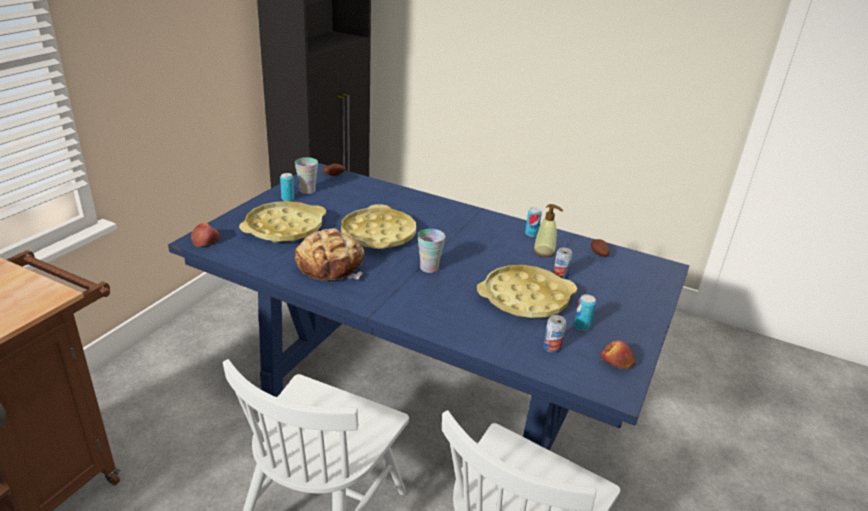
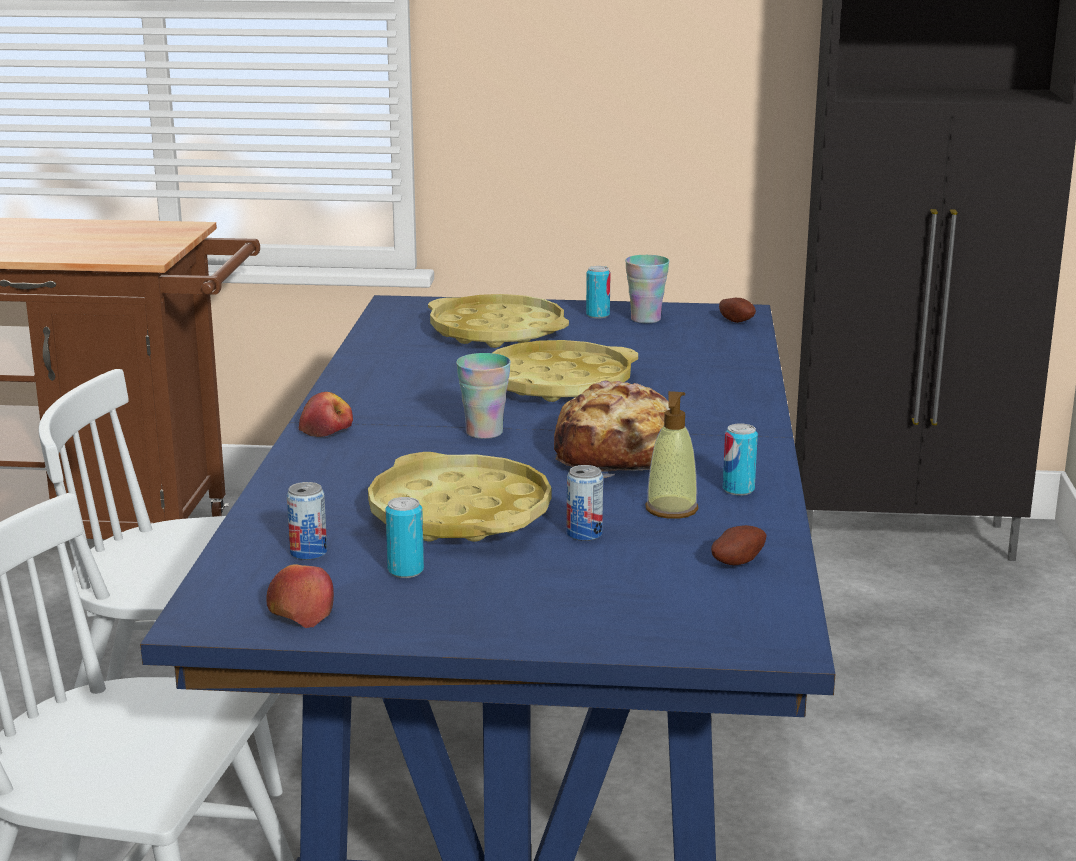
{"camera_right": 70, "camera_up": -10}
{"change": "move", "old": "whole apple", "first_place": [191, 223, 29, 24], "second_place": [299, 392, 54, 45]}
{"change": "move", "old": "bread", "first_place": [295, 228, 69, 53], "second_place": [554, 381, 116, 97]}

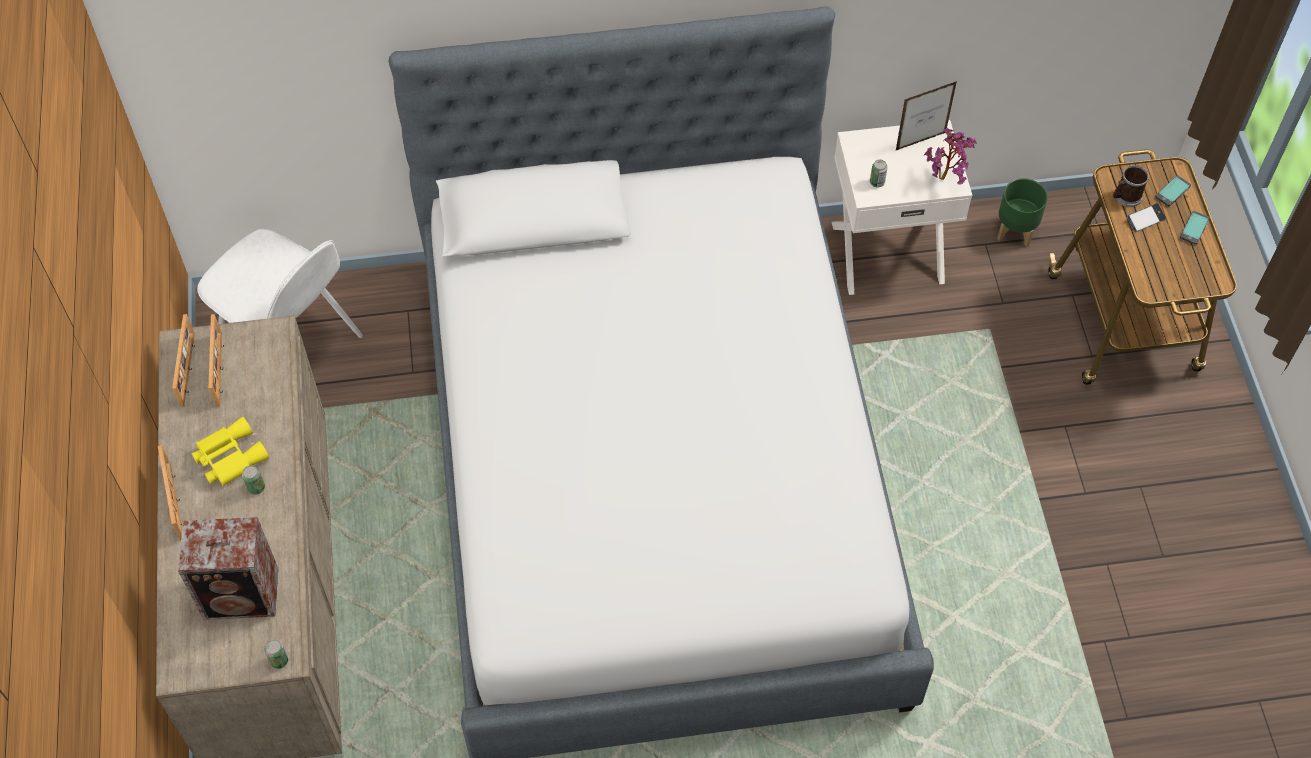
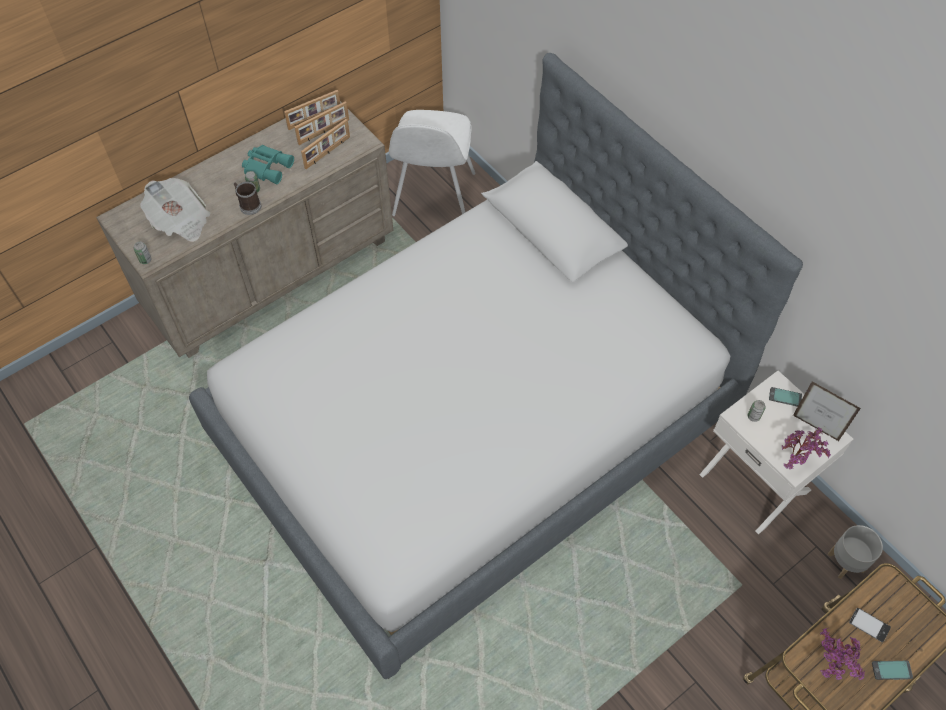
{"camera_right": 60, "camera_up": 0}
{"change": "insert", "new": "plant in a pot", "second_place": [820, 628, 45, 52]}
{"change": "move", "old": "photo frame", "first_place": [158, 445, 24, 96], "second_place": [301, 119, 49, 50]}
{"change": "move", "old": "tea mug", "first_place": [1113, 165, 36, 42], "second_place": [234, 181, 28, 34]}
{"change": "move", "old": "handset", "first_place": [1155, 175, 36, 31], "second_place": [769, 387, 33, 20]}
{"change": "replace", "old": "loudspeaker", "new": "newspaper", "first_place": [178, 517, 100, 103], "second_place": [140, 178, 70, 64]}
{"change": "recolor", "old": "yellow-coloured binoculars", "new": "turquoise binoculars", "first_place": [192, 417, 77, 70], "second_place": [242, 145, 52, 39]}
{"change": "recolor", "old": "green-coloured flower pot", "new": "grey flower pot", "first_place": [997, 178, 51, 69], "second_place": [828, 525, 55, 54]}

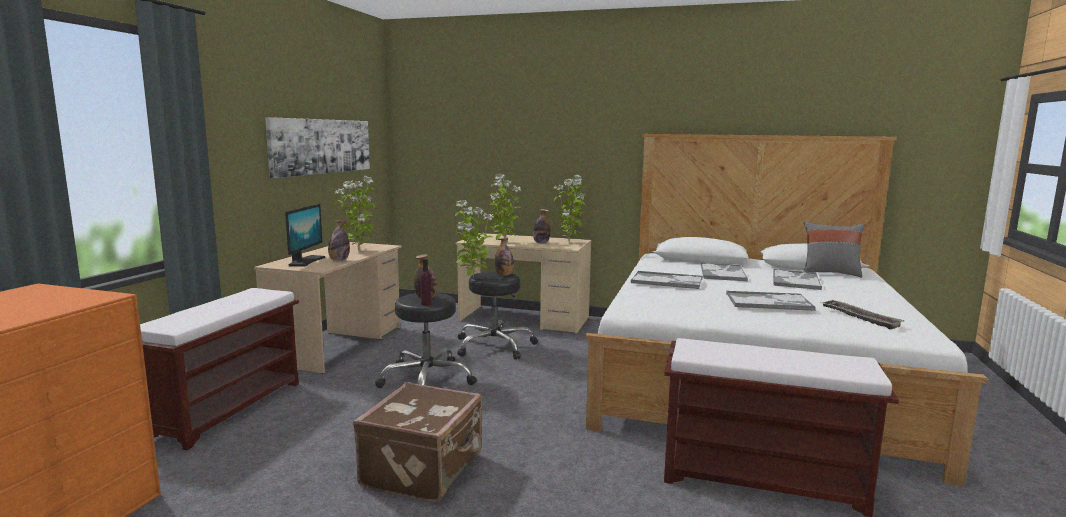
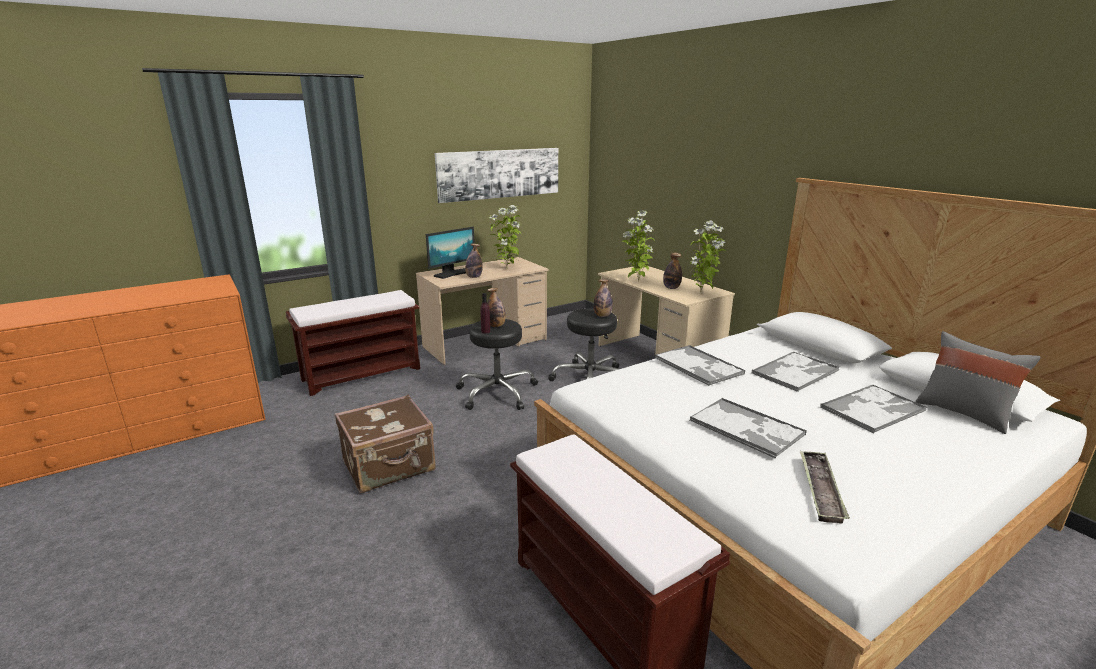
{"camera_right": 40, "camera_up": 10}
{"change": "delete", "old": "plant in a pot", "first_place": [455, 200, 40, 78]}

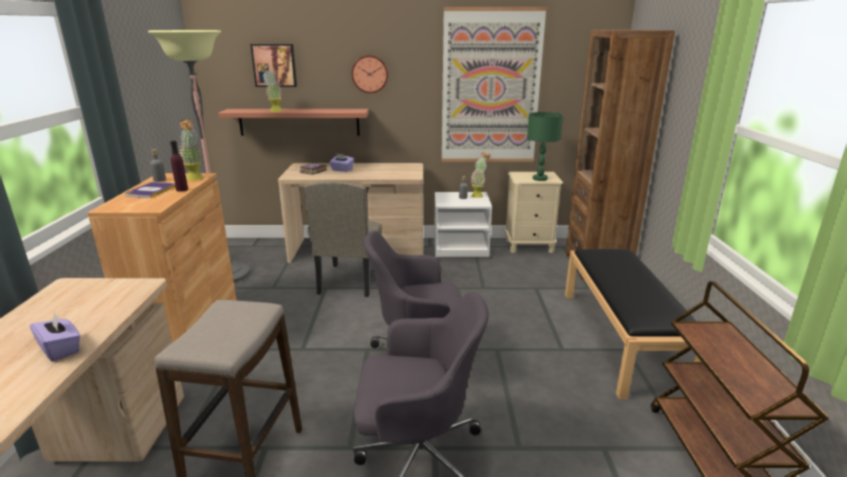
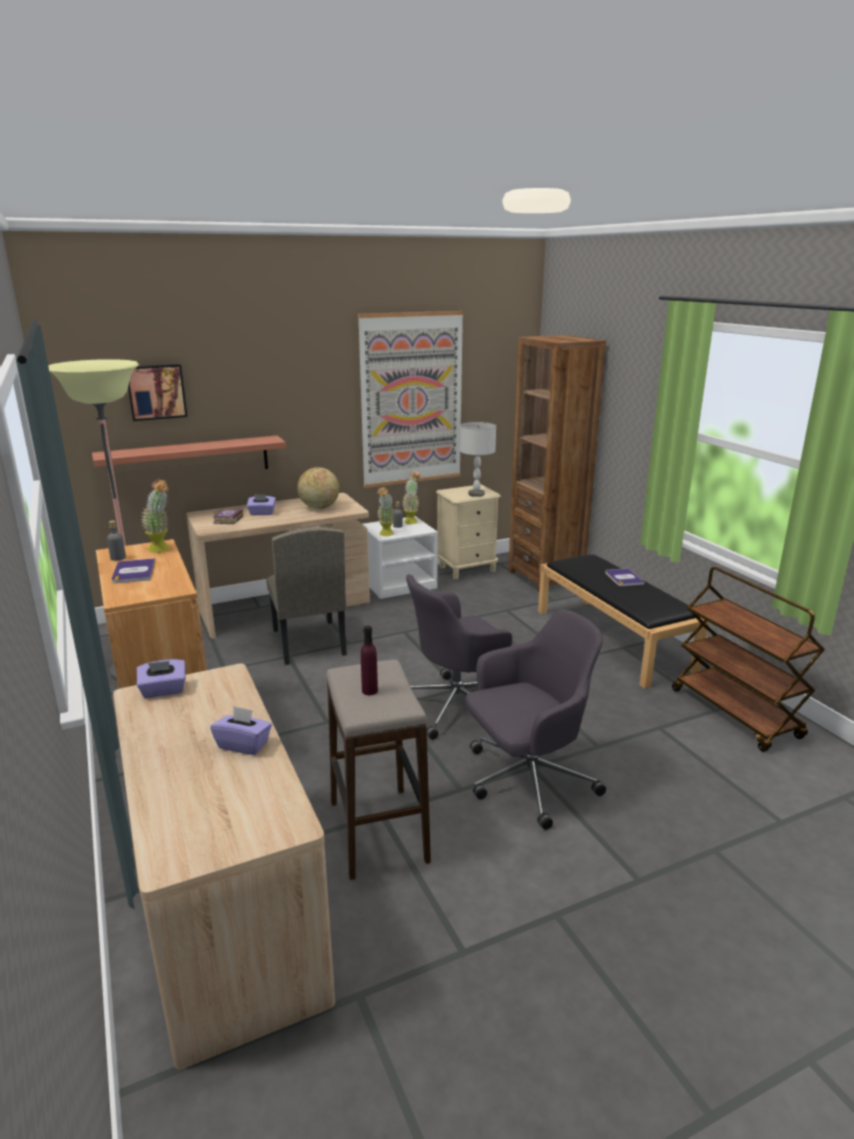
{"camera_right": -25, "camera_up": 0}
{"change": "delete", "old": "clock on the wall", "first_place": [352, 55, 36, 38]}
{"change": "insert", "new": "purplish tissue box", "second_place": [137, 659, 48, 39]}
{"change": "insert", "new": "desk globe", "second_place": [297, 467, 42, 42]}
{"change": "insert", "new": "book", "second_place": [605, 568, 40, 18]}
{"change": "move", "old": "purplish drink bottle", "first_place": [170, 141, 18, 51], "second_place": [361, 626, 17, 69]}
{"change": "move", "old": "plant in a pot", "first_place": [257, 63, 26, 49], "second_place": [377, 486, 18, 50]}
{"change": "recolor", "old": "green-coloured tabletop lamp", "new": "grey tabletop lamp", "first_place": [527, 112, 36, 69], "second_place": [460, 422, 36, 75]}

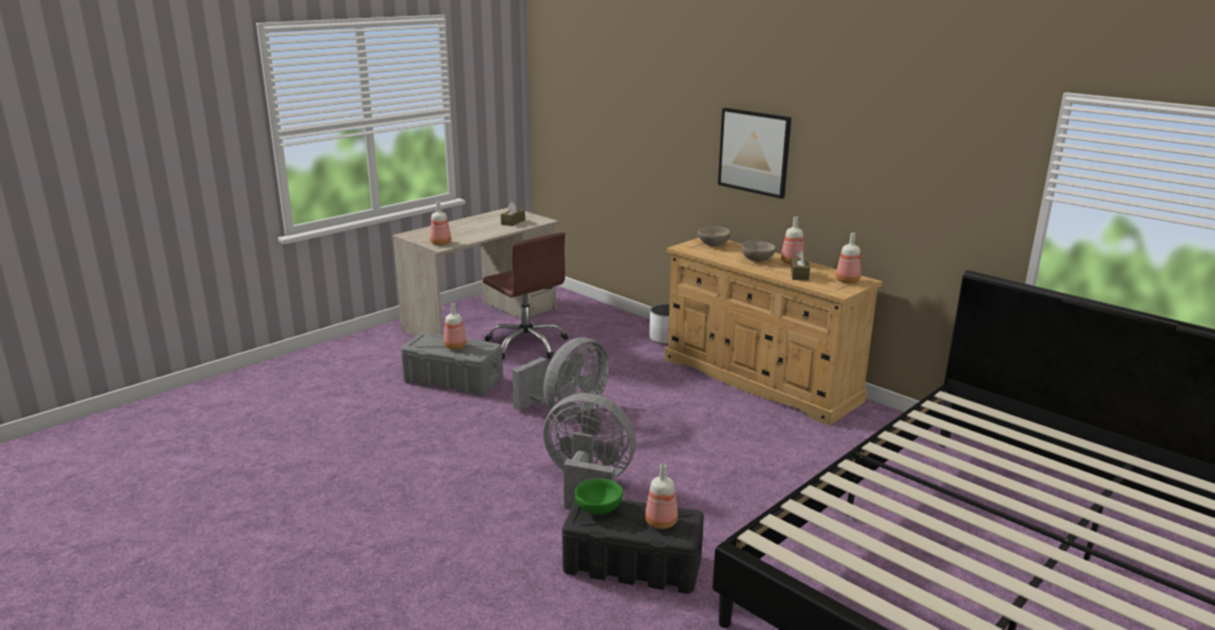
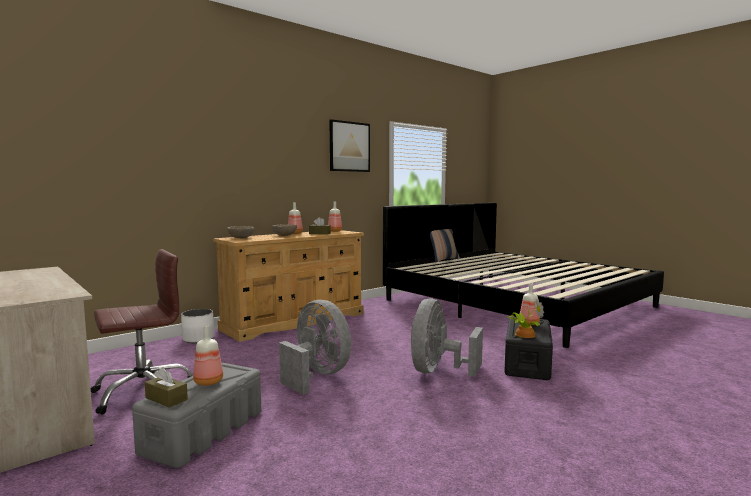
{"camera_right": -85, "camera_up": -15}
{"change": "delete", "old": "drink bottle", "first_place": [430, 202, 21, 44]}
{"change": "insert", "new": "throw pillow", "second_place": [430, 229, 30, 33]}
{"change": "move", "old": "brownish tissue box", "first_place": [501, 202, 24, 24], "second_place": [145, 367, 43, 41]}
{"change": "move", "old": "wall picture", "first_place": [718, 108, 73, 91], "second_place": [329, 119, 41, 53]}
{"change": "replace", "old": "green-coloured serving bowl", "new": "plant in a pot", "first_place": [575, 478, 48, 37], "second_place": [507, 299, 37, 39]}

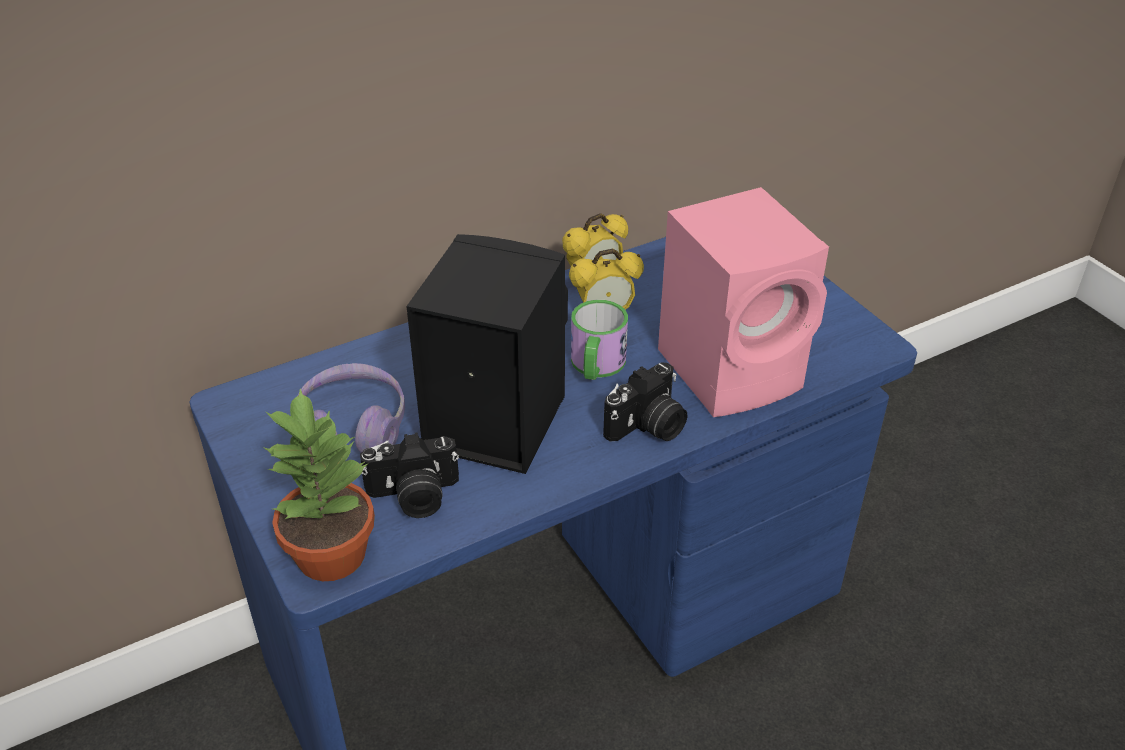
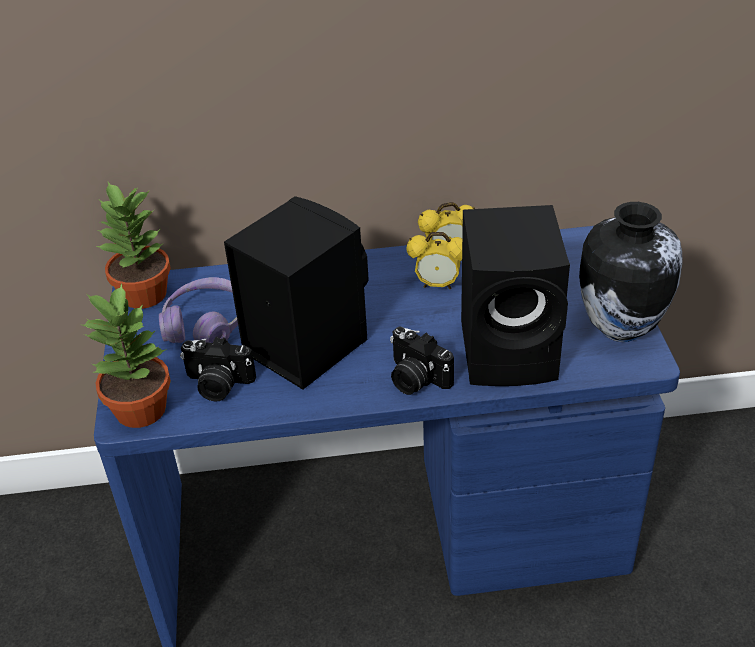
{"camera_right": 25, "camera_up": 0}
{"change": "delete", "old": "tea mug", "first_place": [571, 300, 57, 80]}
{"change": "insert", "new": "plant in a pot", "second_place": [96, 182, 75, 127]}
{"change": "insert", "new": "flower vase", "second_place": [579, 202, 104, 140]}
{"change": "recolor", "old": "pink-coloured loudspeaker", "new": "black-coloured loudspeaker", "first_place": [658, 187, 171, 230], "second_place": [461, 205, 109, 181]}
{"change": "rotate", "old": "still camera", "first_place": [603, 363, 84, 79], "second_place": [390, 327, 64, 68], "degrees": 60}

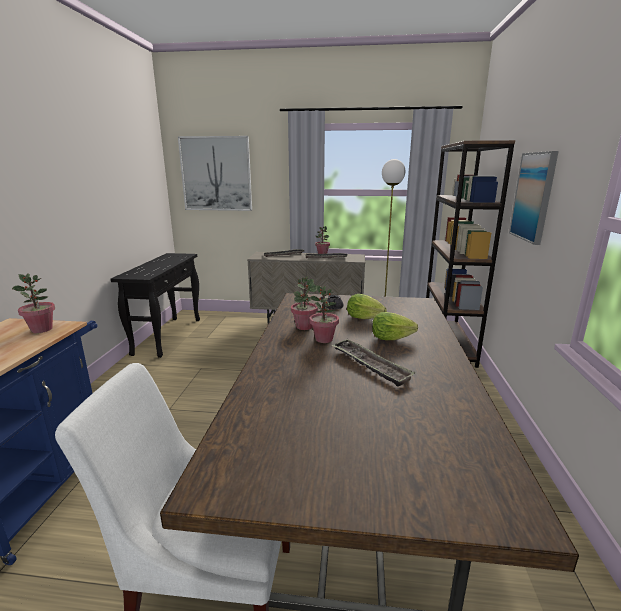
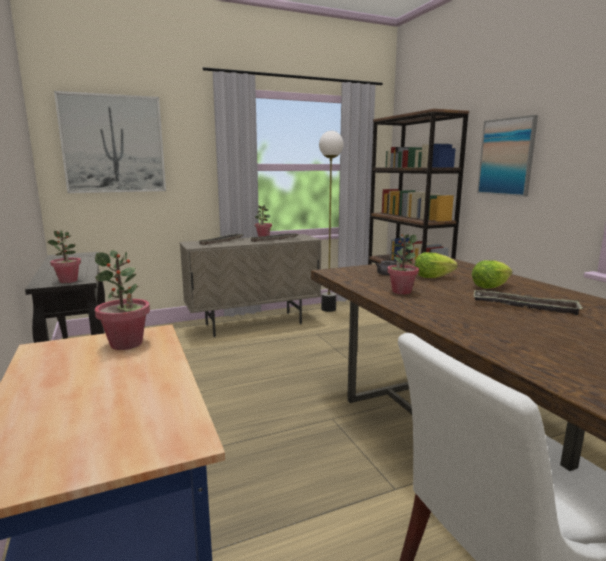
{"camera_right": -30, "camera_up": -5}
{"change": "move", "old": "plant in a pot", "first_place": [309, 285, 30, 58], "second_place": [47, 230, 34, 53]}

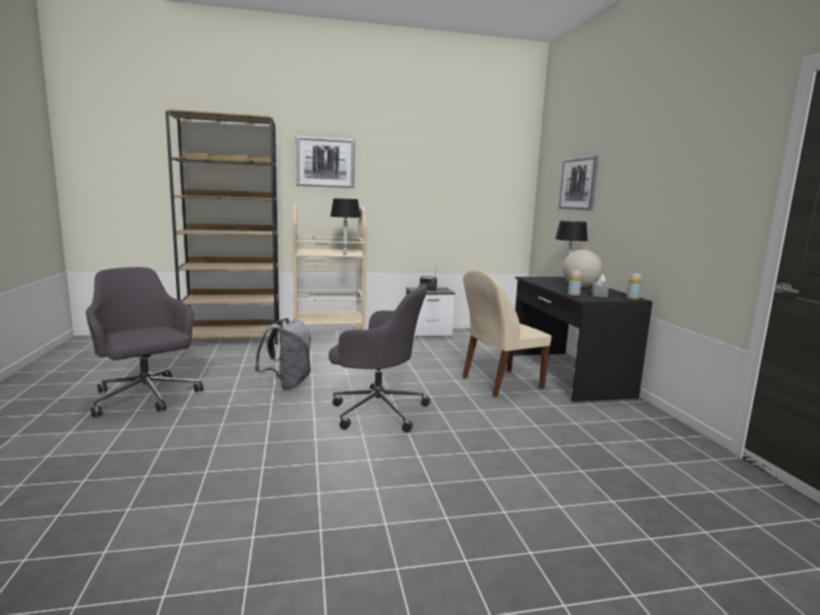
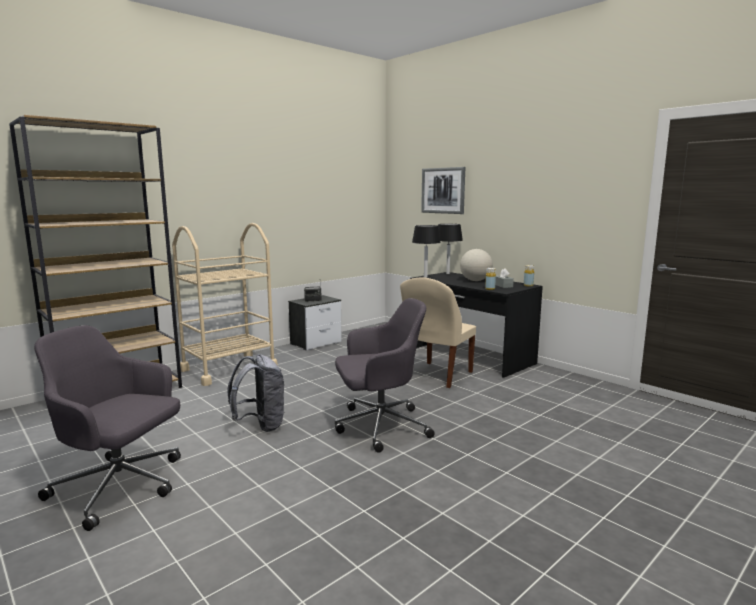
{"camera_right": -30, "camera_up": 0}
{"change": "delete", "old": "wall picture", "first_place": [296, 136, 59, 52]}
{"change": "move", "old": "black-coloured tabletop lamp", "first_place": [330, 198, 31, 57], "second_place": [412, 225, 29, 53]}

